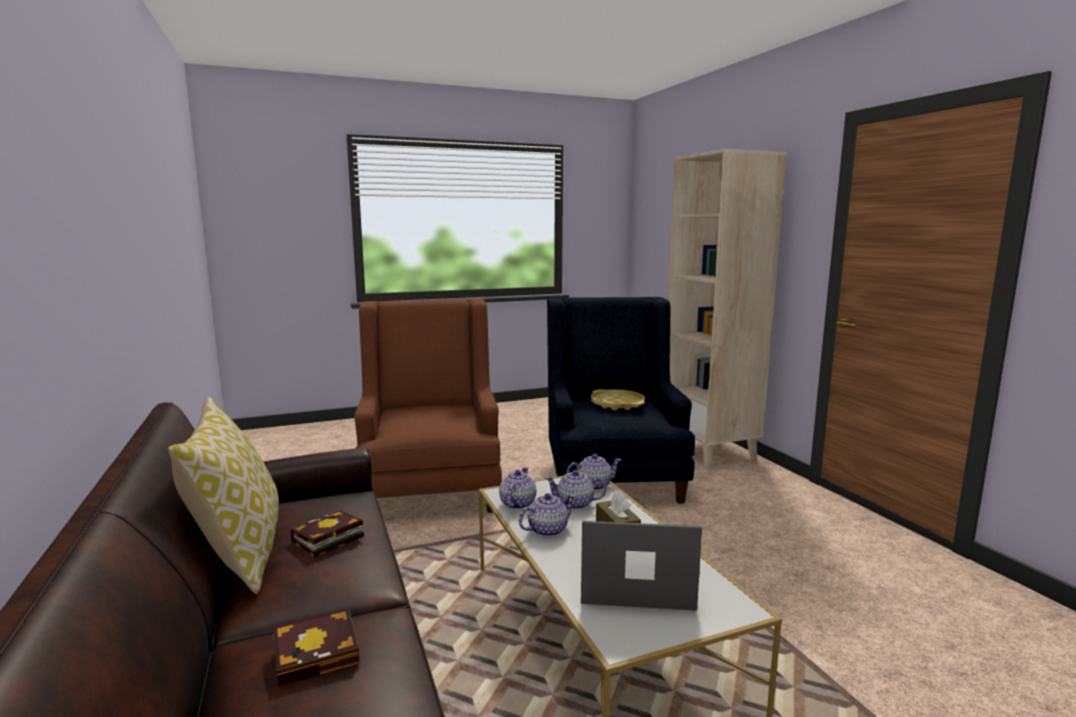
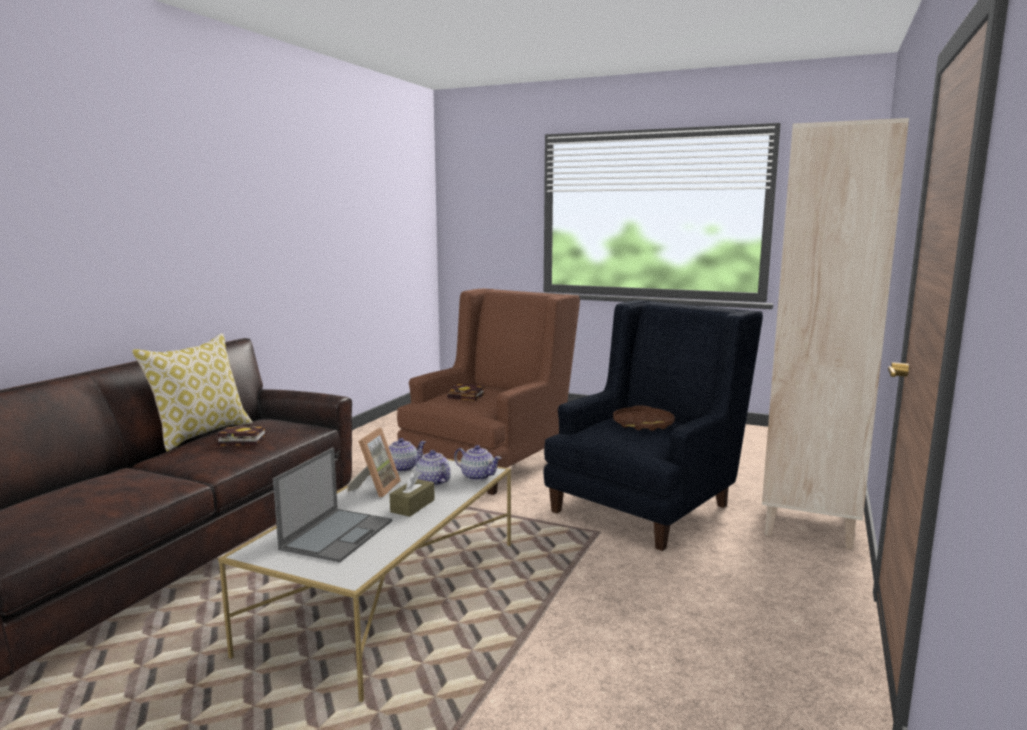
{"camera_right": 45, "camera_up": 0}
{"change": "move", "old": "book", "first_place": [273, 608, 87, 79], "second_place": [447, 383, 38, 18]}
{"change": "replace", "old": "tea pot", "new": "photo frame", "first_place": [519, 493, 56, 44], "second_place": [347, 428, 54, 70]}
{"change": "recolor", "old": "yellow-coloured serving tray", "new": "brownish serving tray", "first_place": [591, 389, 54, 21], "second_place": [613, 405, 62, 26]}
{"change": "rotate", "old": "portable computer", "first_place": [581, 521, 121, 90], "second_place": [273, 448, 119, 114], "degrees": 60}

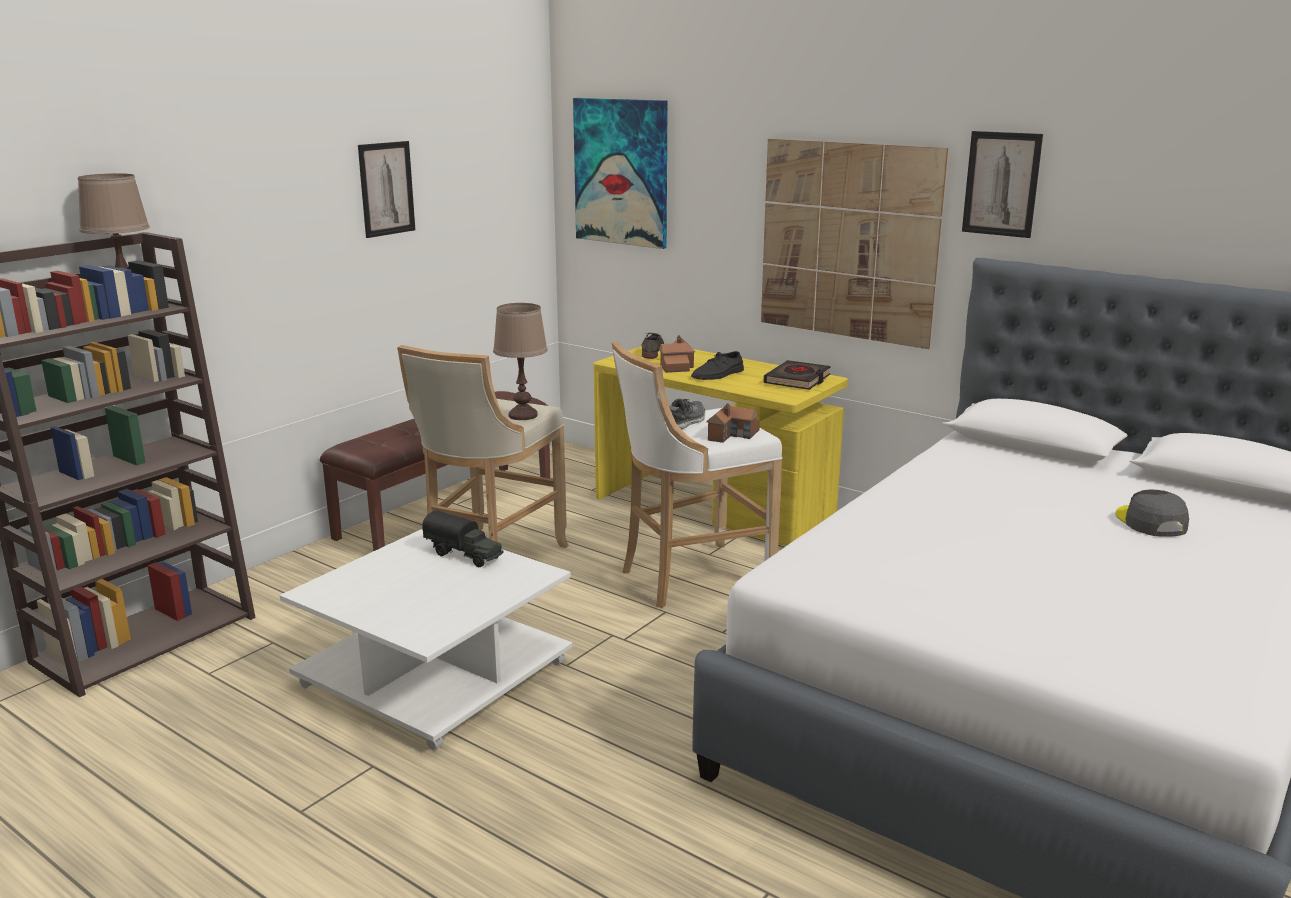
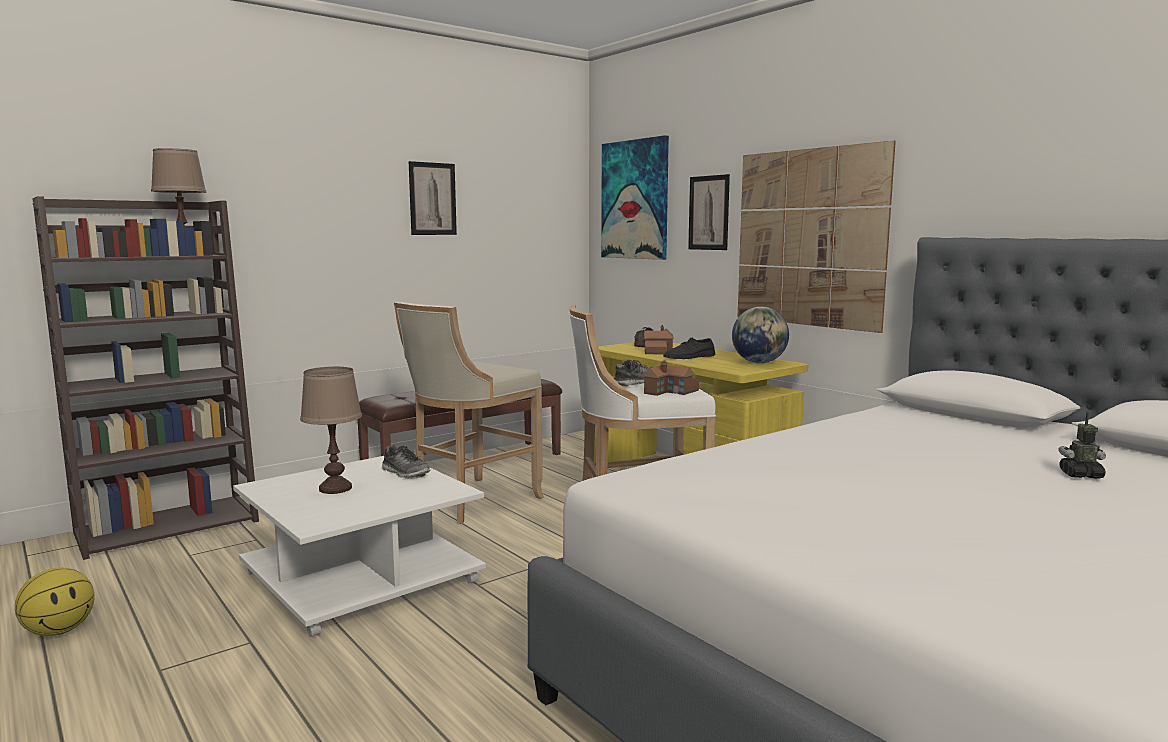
{"camera_right": 15, "camera_up": -10}
{"change": "insert", "new": "ball for basketball", "second_place": [15, 568, 80, 68]}
{"change": "move", "old": "brownish tabletop lamp", "first_place": [493, 303, 55, 117], "second_place": [300, 367, 62, 127]}
{"change": "move", "old": "wall picture", "first_place": [962, 131, 81, 107], "second_place": [688, 174, 42, 76]}
{"change": "replace", "old": "model truck", "new": "shoe", "first_place": [422, 510, 82, 57], "second_place": [381, 445, 49, 34]}
{"change": "replace", "old": "black-coloured book", "new": "desk globe", "first_place": [764, 360, 67, 30], "second_place": [732, 307, 57, 56]}
{"change": "replace", "old": "grey peaked cap", "new": "toy robot", "first_place": [1115, 490, 74, 47], "second_place": [1058, 412, 48, 67]}

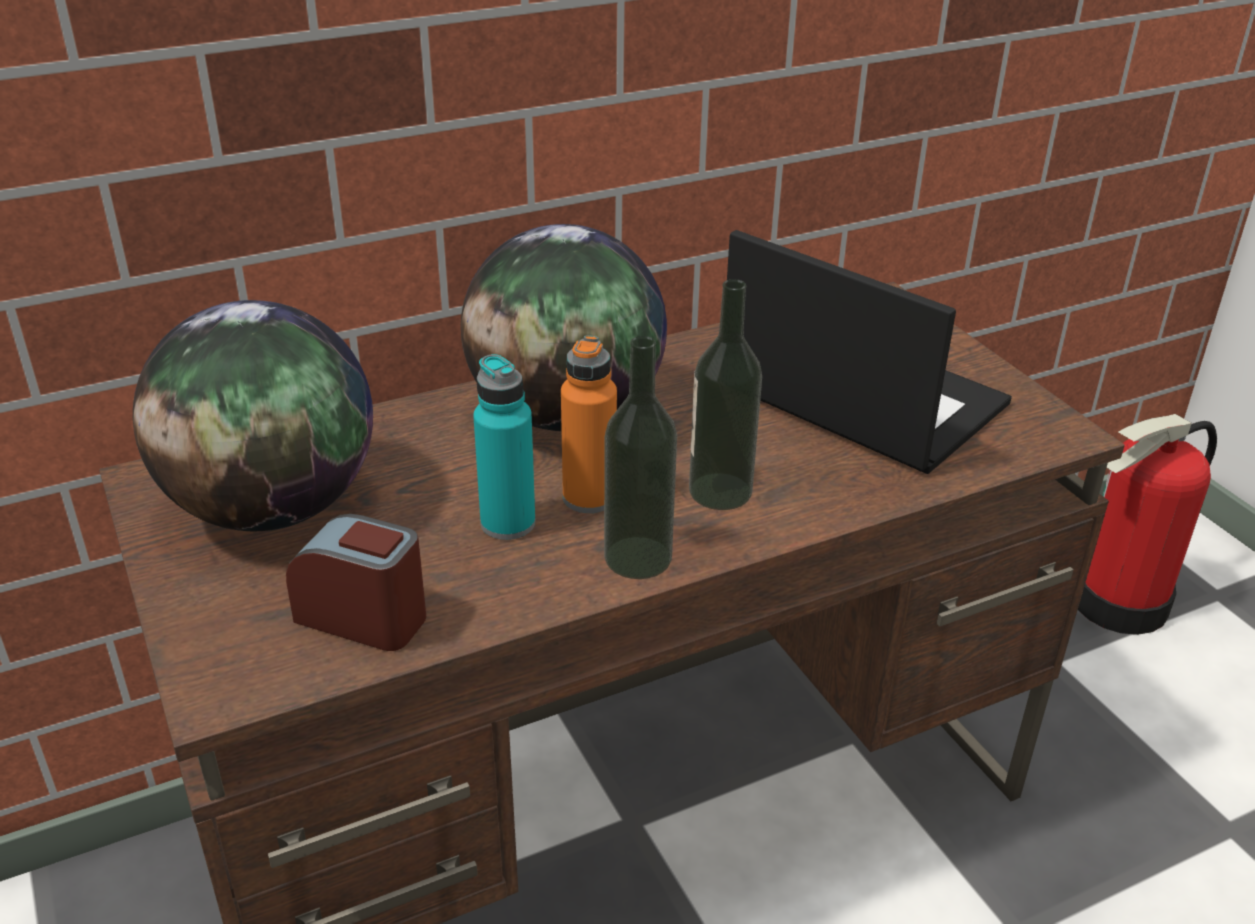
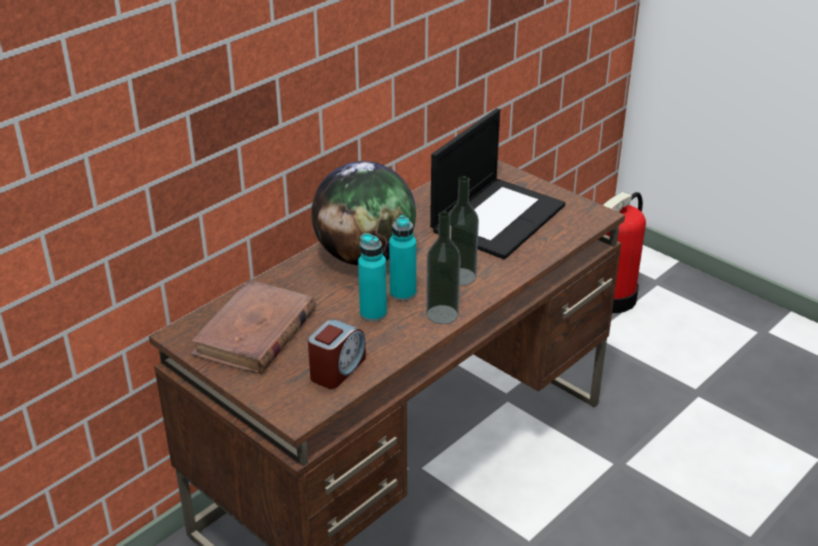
{"camera_right": -20, "camera_up": 0}
{"change": "replace", "old": "desk globe", "new": "brownish book", "first_place": [133, 300, 240, 231], "second_place": [191, 280, 125, 94]}
{"change": "recolor", "old": "orangey drink bottle", "new": "turquoise drink bottle", "first_place": [561, 335, 56, 178], "second_place": [389, 215, 27, 86]}
{"change": "rotate", "old": "alarm clock", "first_place": [286, 514, 140, 137], "second_place": [308, 319, 58, 70], "degrees": 120}
{"change": "rotate", "old": "portable computer", "first_place": [727, 230, 285, 244], "second_place": [430, 108, 135, 151], "degrees": 105}

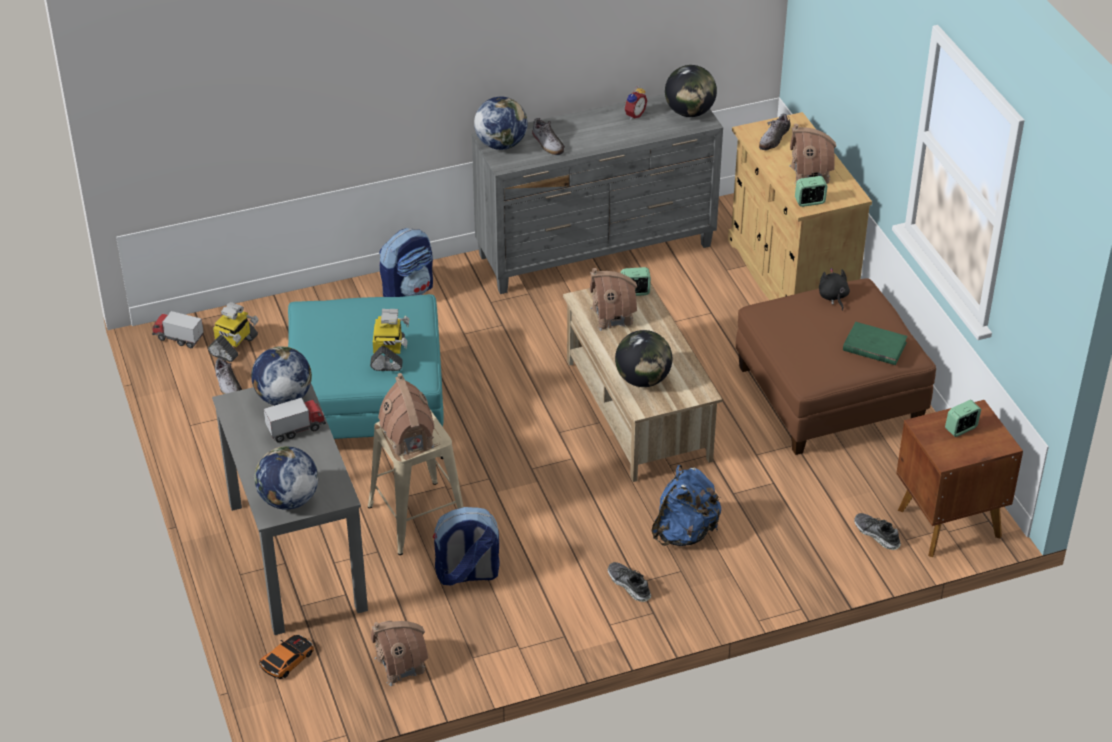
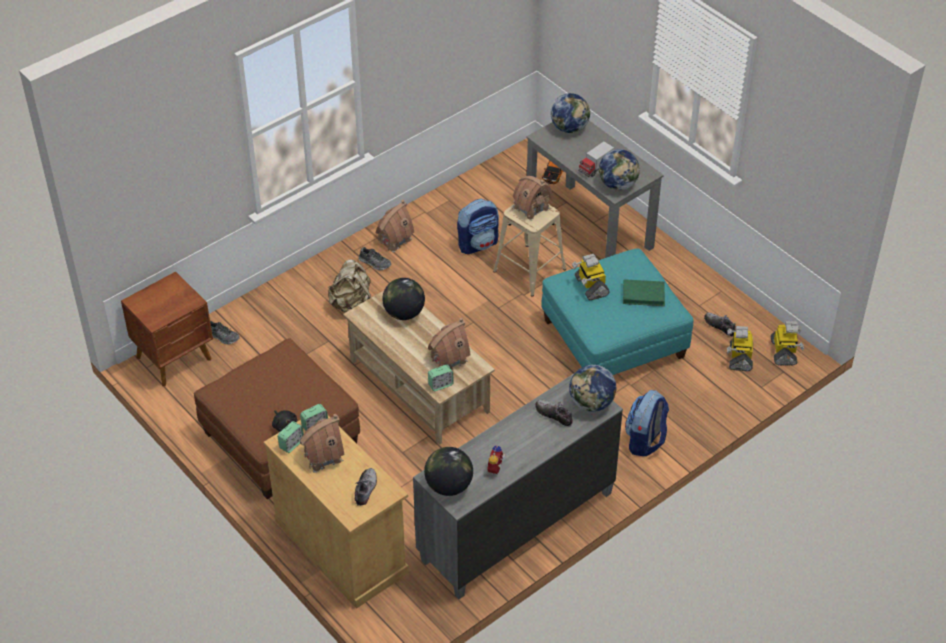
{"camera_right": 160, "camera_up": 5}
{"change": "move", "old": "miniature house", "first_place": [371, 621, 57, 65], "second_place": [376, 200, 38, 52]}
{"change": "move", "old": "green-coloured book", "first_place": [843, 322, 65, 43], "second_place": [623, 279, 42, 27]}
{"change": "move", "old": "alarm clock", "first_place": [945, 400, 36, 37], "second_place": [278, 421, 26, 32]}
{"change": "replace", "old": "model truck", "new": "toy robot", "first_place": [152, 311, 51, 37], "second_place": [771, 321, 33, 44]}
{"change": "recolor", "old": "blue backpack", "new": "sand-coloured backpack", "first_place": [652, 465, 69, 81], "second_place": [328, 259, 43, 54]}

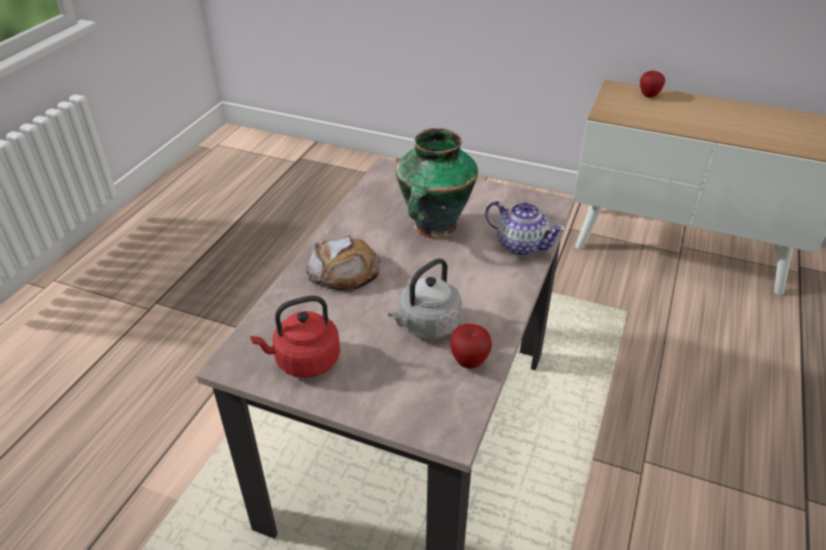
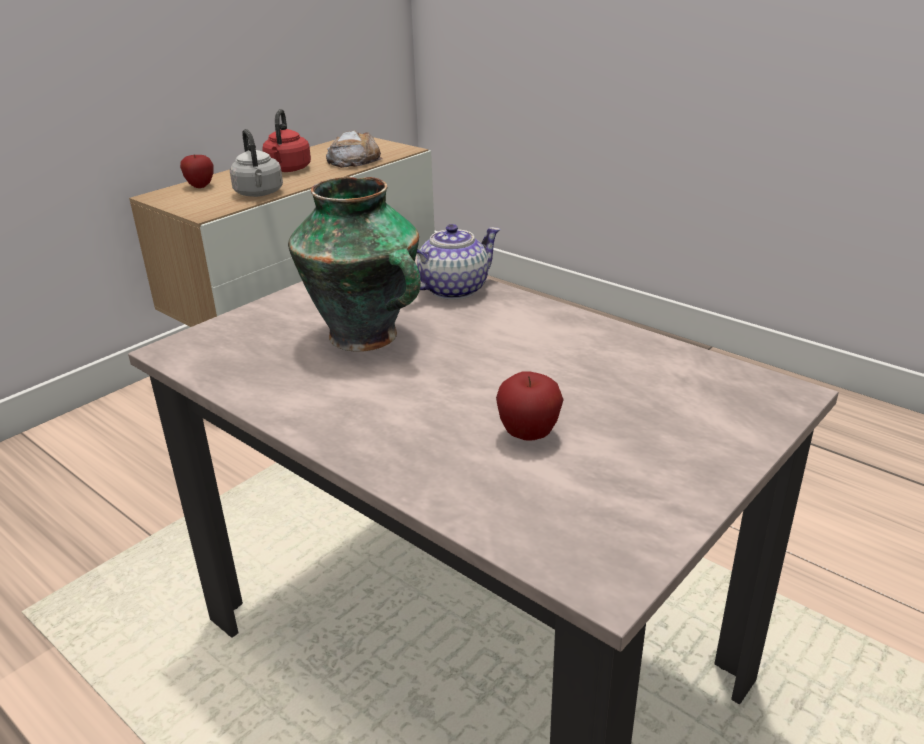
{"camera_right": -70, "camera_up": -10}
{"change": "move", "old": "reddish tea kettle", "first_place": [250, 296, 90, 82], "second_place": [262, 109, 49, 63]}
{"change": "move", "old": "bread", "first_place": [306, 235, 75, 58], "second_place": [326, 130, 57, 38]}
{"change": "move", "old": "grey tea kettle", "first_place": [388, 258, 74, 81], "second_place": [230, 129, 53, 68]}
{"change": "move", "old": "whole apple", "first_place": [450, 324, 42, 45], "second_place": [496, 372, 68, 69]}

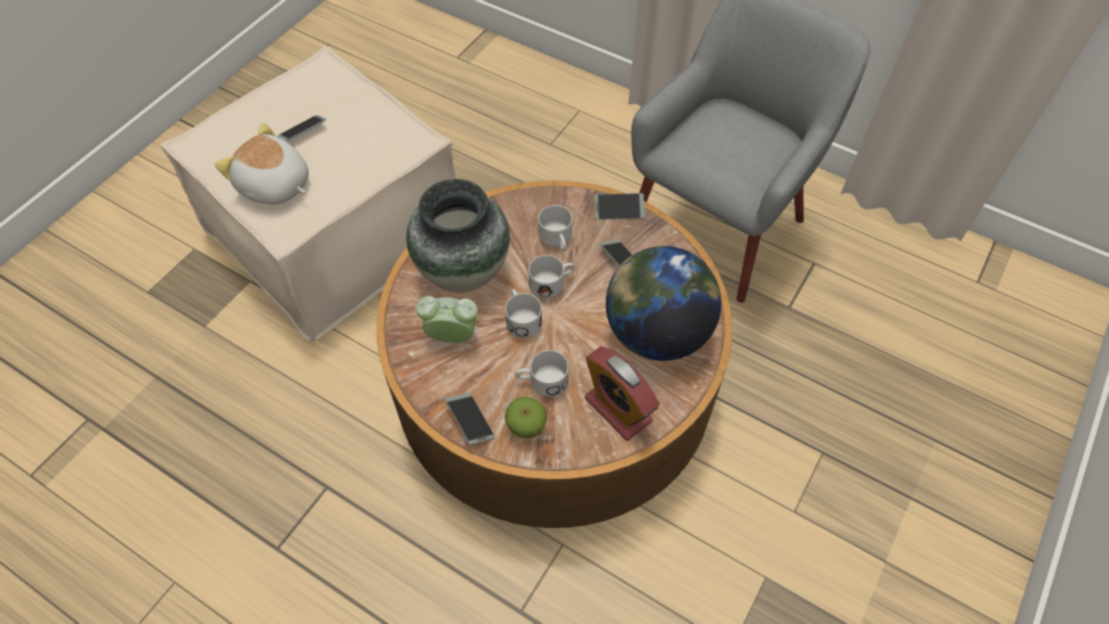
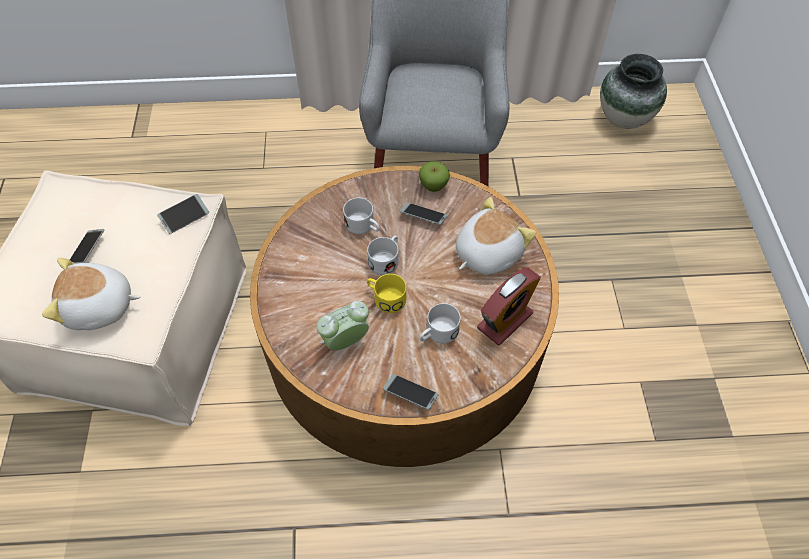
{"camera_right": -35, "camera_up": 0}
{"change": "move", "old": "flower vase", "first_place": [406, 179, 104, 113], "second_place": [600, 54, 67, 75]}
{"change": "move", "old": "whole apple", "first_place": [505, 397, 42, 41], "second_place": [419, 161, 31, 31]}
{"change": "move", "old": "handset", "first_place": [594, 193, 51, 27], "second_place": [157, 194, 52, 40]}
{"change": "replace", "old": "desk globe", "new": "plush toy", "first_place": [606, 246, 115, 115], "second_place": [456, 197, 80, 78]}
{"change": "recolor", "old": "white tea mug", "new": "yellow-coloured tea mug", "first_place": [505, 289, 37, 49], "second_place": [367, 274, 40, 39]}
{"change": "rotate", "old": "alarm clock", "first_place": [585, 346, 75, 95], "second_place": [477, 267, 64, 78], "degrees": -60}

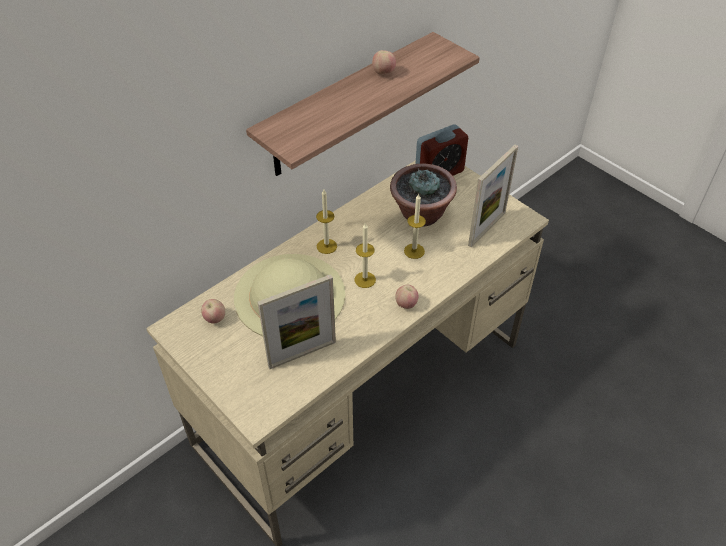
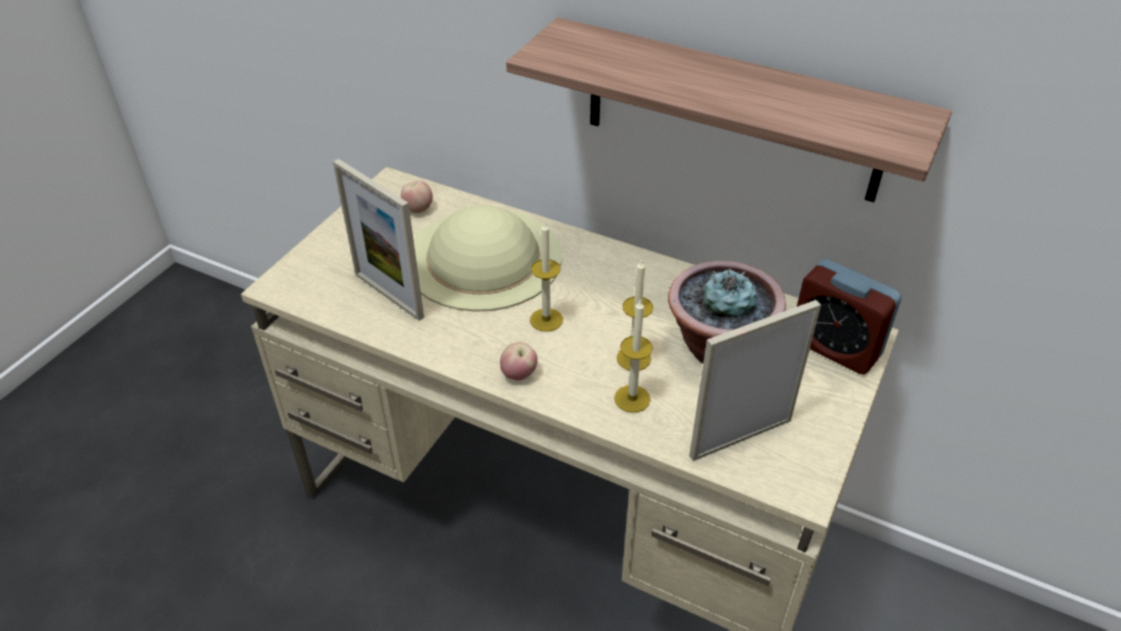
{"camera_right": 70, "camera_up": -5}
{"change": "delete", "old": "whole apple", "first_place": [372, 50, 24, 24]}
{"change": "move", "old": "wax light", "first_place": [316, 190, 21, 64], "second_place": [614, 299, 39, 114]}
{"change": "rotate", "old": "photo frame", "first_place": [468, 145, 50, 102], "second_place": [689, 300, 132, 161], "degrees": 135}

